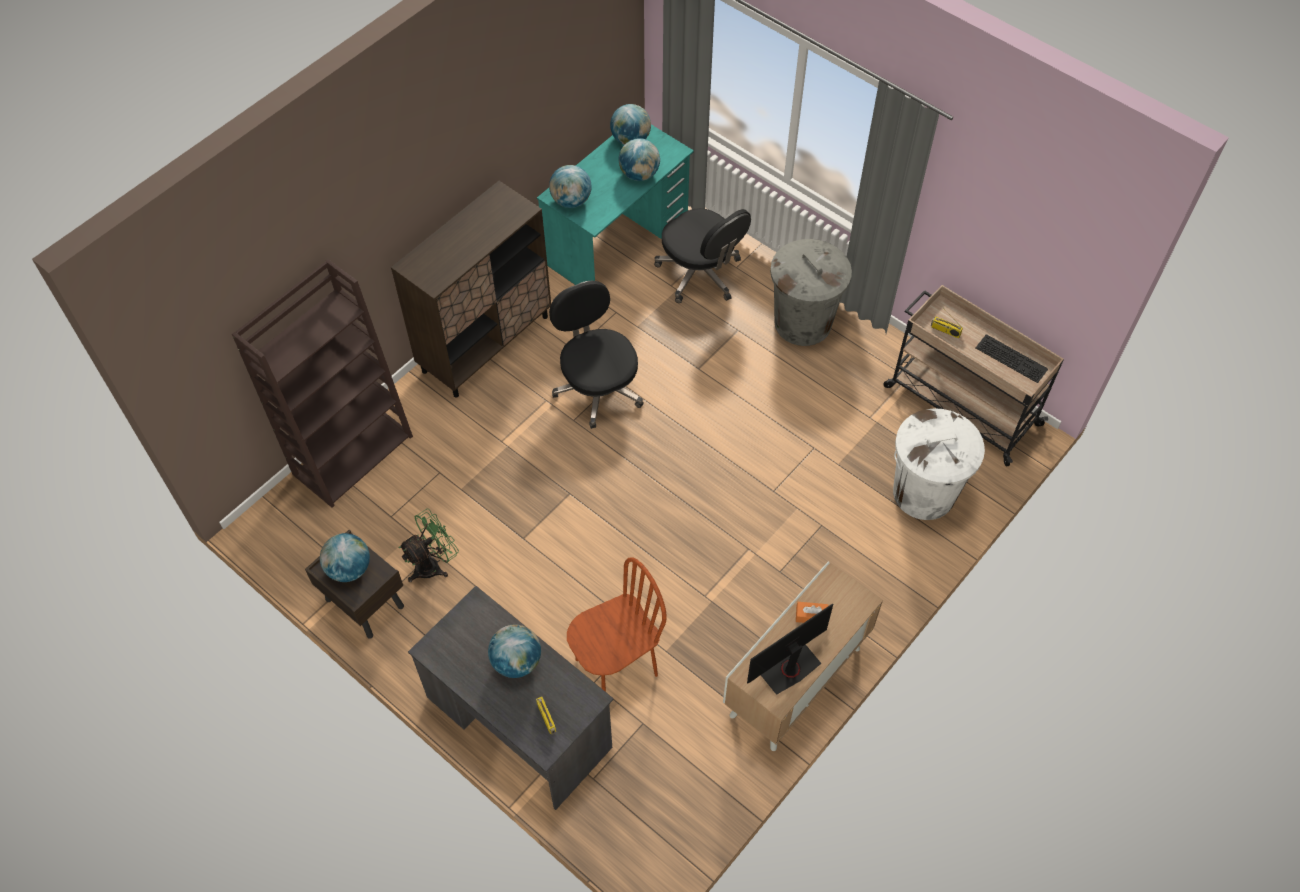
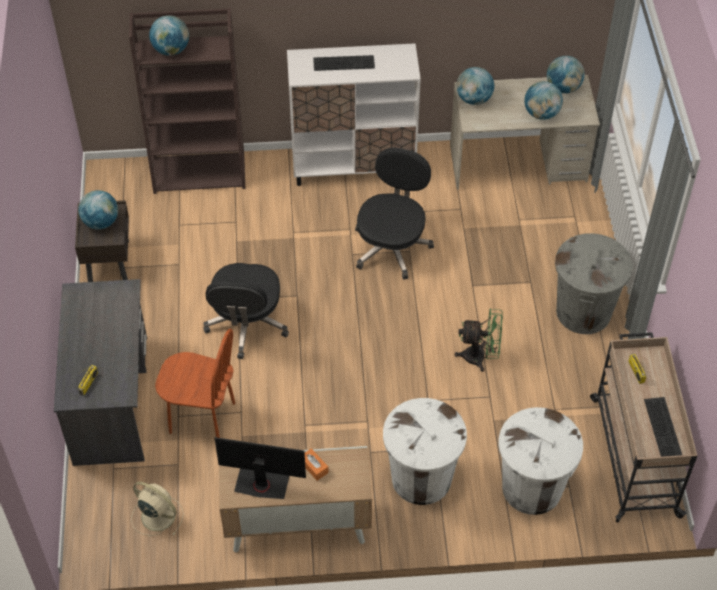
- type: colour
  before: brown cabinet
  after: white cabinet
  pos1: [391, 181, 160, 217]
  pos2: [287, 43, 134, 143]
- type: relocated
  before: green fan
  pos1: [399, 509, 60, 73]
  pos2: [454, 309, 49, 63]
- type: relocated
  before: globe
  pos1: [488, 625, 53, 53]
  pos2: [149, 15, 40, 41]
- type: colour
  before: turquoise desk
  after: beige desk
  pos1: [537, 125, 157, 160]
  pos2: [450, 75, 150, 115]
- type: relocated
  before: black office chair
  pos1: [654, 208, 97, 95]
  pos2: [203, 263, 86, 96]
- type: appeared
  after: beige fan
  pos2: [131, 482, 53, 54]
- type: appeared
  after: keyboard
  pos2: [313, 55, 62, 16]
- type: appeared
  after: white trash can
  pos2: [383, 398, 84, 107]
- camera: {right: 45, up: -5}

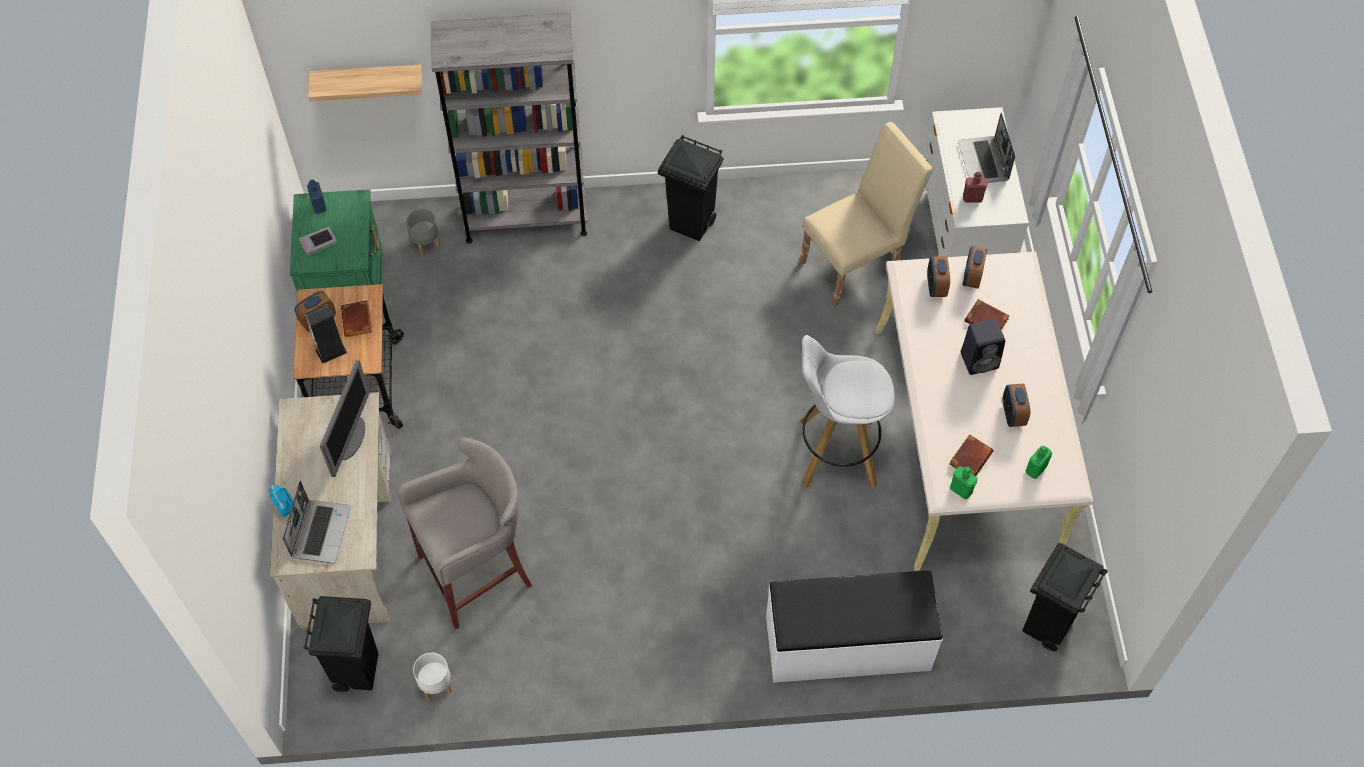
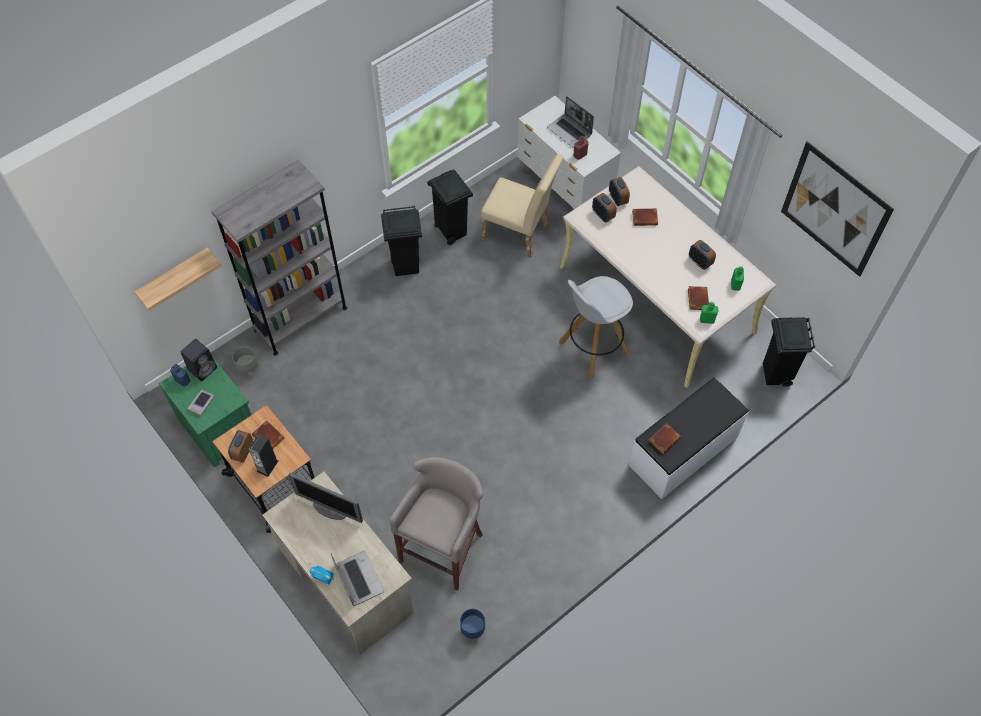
- type: relocated
  before: black trash can
  pos1: [304, 596, 74, 96]
  pos2: [427, 170, 46, 75]
- type: spun
  before: monitor
  pos1: [320, 360, 50, 117]
  pos2: [289, 473, 74, 50]
  turn: 135
- type: colour
  before: white planter
  after: blue planter
  pos1: [413, 652, 39, 49]
  pos2: [460, 609, 25, 34]
- type: spun
  before: beige chair
  pos1: [800, 122, 133, 184]
  pos2: [481, 154, 82, 103]
  turn: 90
- type: relocated
  before: black speaker
  pos1: [961, 319, 44, 56]
  pos2: [181, 339, 36, 42]
- type: appeared
  after: brown book
  pos2: [649, 423, 32, 31]
- type: appeared
  after: picture
  pos2: [781, 141, 113, 136]
- camera: {right: -35, up: 0}

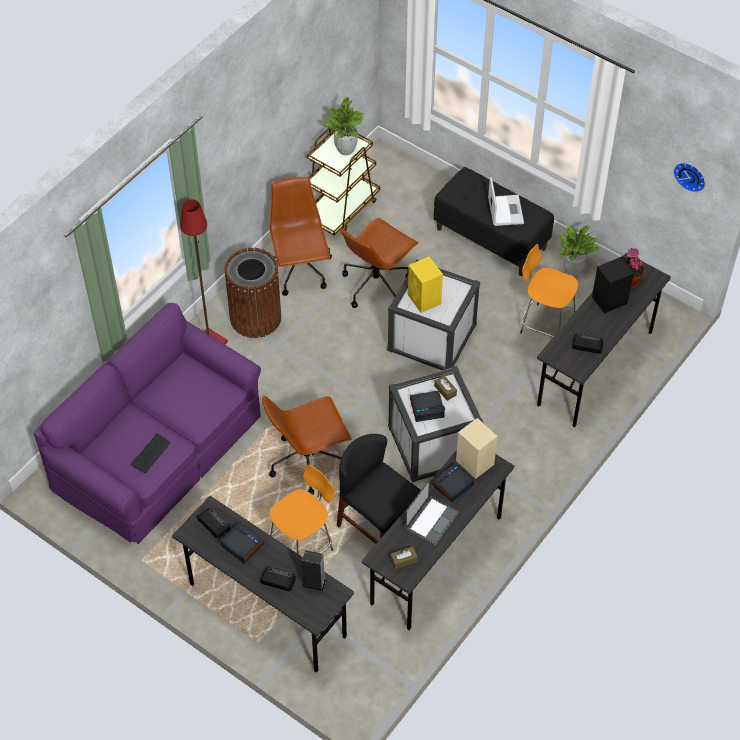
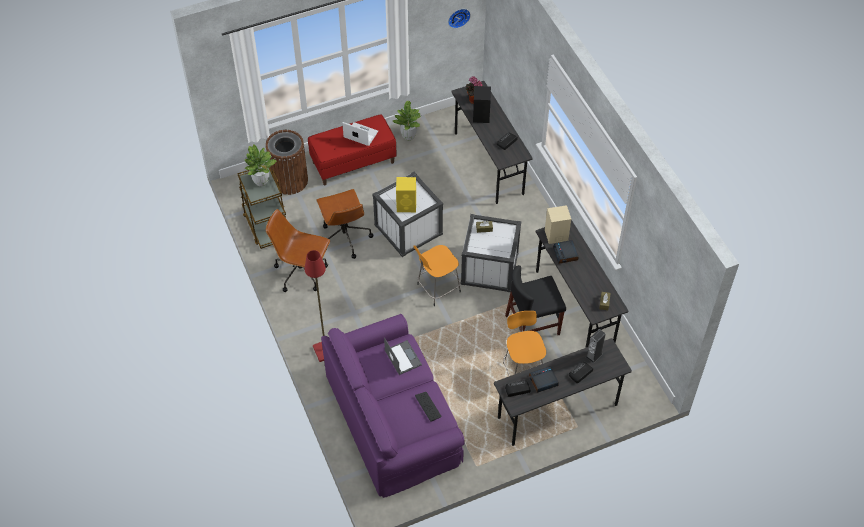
- type: relocated
  before: brown trash can
  pos1: [224, 248, 57, 90]
  pos2: [266, 130, 42, 65]
- type: missing
  before: brown office chair
  pos1: [262, 395, 90, 100]
- type: relocated
  before: laptop
  pos1: [405, 479, 54, 67]
  pos2: [384, 337, 38, 38]
- type: missing
  before: alarm clock
  pos1: [410, 391, 35, 31]
- type: colour
  before: black bench
  after: red bench
  pos1: [434, 167, 120, 109]
  pos2: [308, 114, 89, 71]
- type: relocated
  before: orange stool
  pos1: [520, 244, 58, 93]
  pos2: [413, 245, 48, 61]
- camera: {right: -60, up: 0}

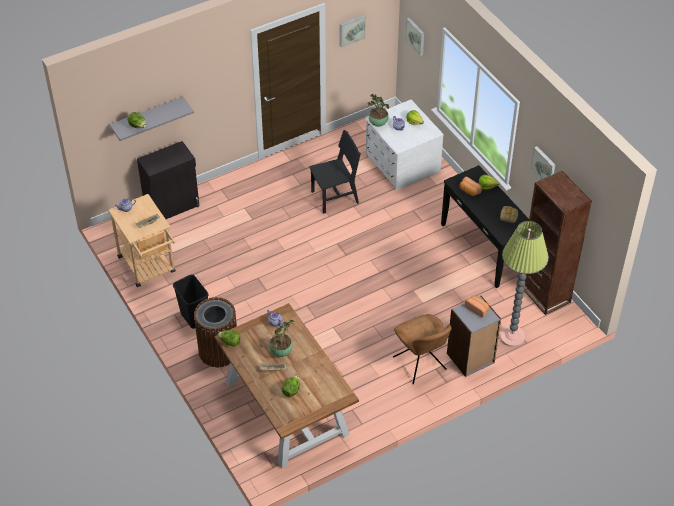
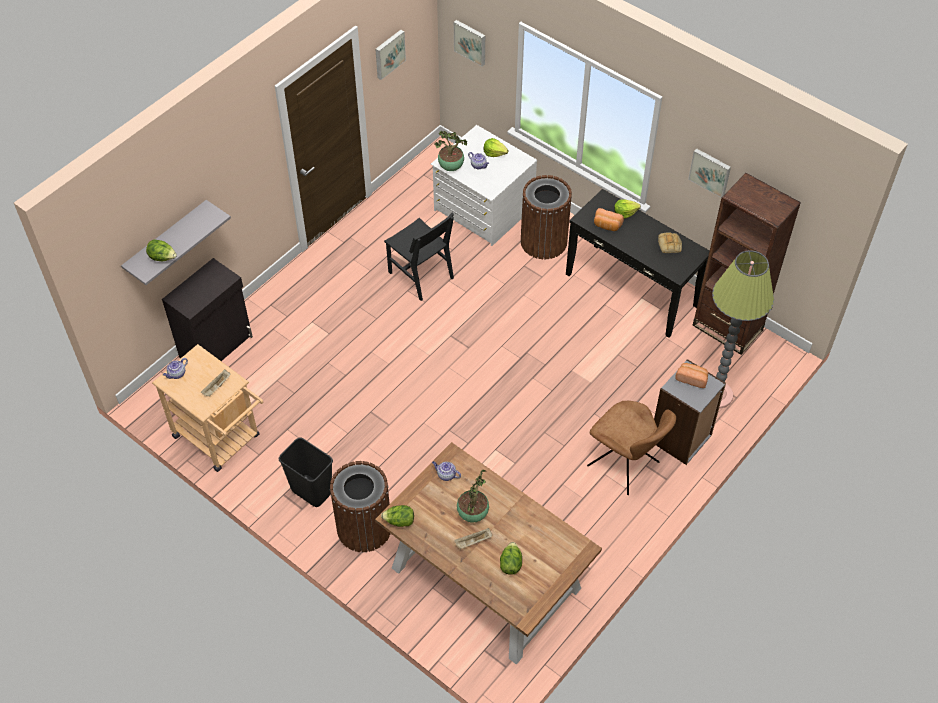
- type: spun
  before: black chair
  pos1: [309, 130, 52, 84]
  pos2: [384, 212, 70, 89]
  turn: 90
- type: appeared
  after: brown trash can
  pos2: [521, 175, 51, 84]
- camera: {right: -20, up: 5}

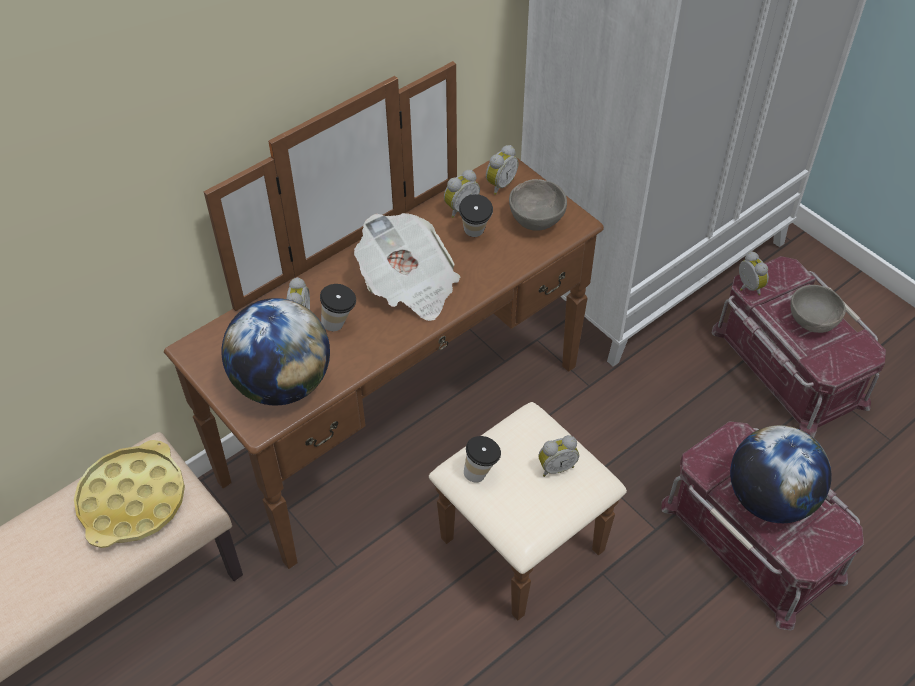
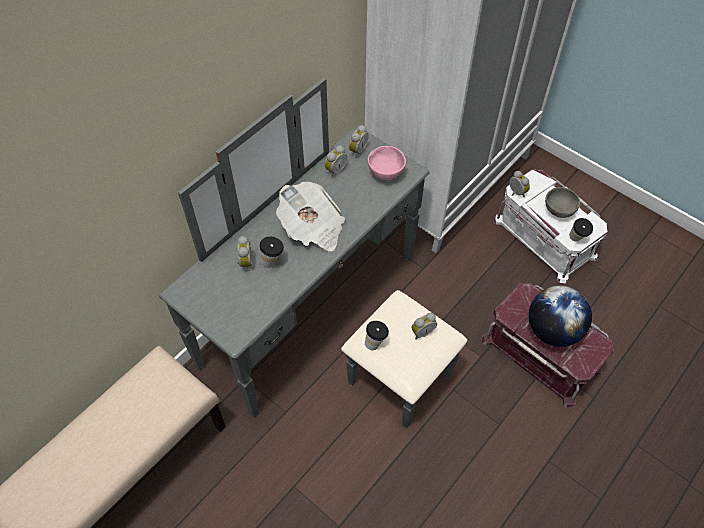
- type: missing
  before: yellow tray
  pos1: [74, 440, 111, 108]
- type: colour
  before: brown dresser
  after: grey dresser
  pos1: [164, 61, 463, 559]
  pos2: [159, 78, 308, 351]
- type: missing
  before: globe
  pos1: [222, 298, 108, 107]
- type: relocated
  before: cup
  pos1: [459, 194, 34, 43]
  pos2: [569, 218, 24, 23]
- type: colour
  before: grey bowl
  after: pink bowl
  pos1: [509, 179, 58, 52]
  pos2: [368, 146, 38, 34]
- type: colour
  before: red storage box
  after: white storage box
  pos1: [712, 256, 174, 182]
  pos2: [493, 169, 114, 114]
- camera: {right: -10, up: 5}

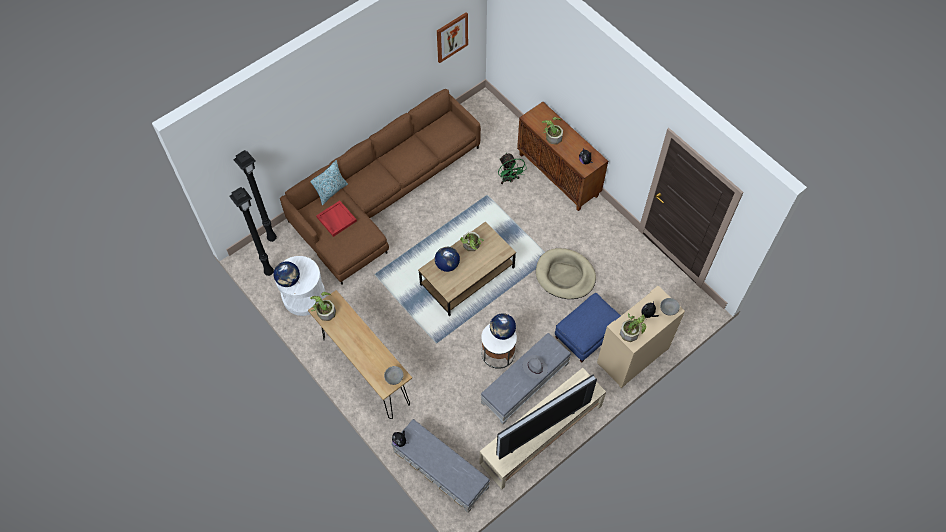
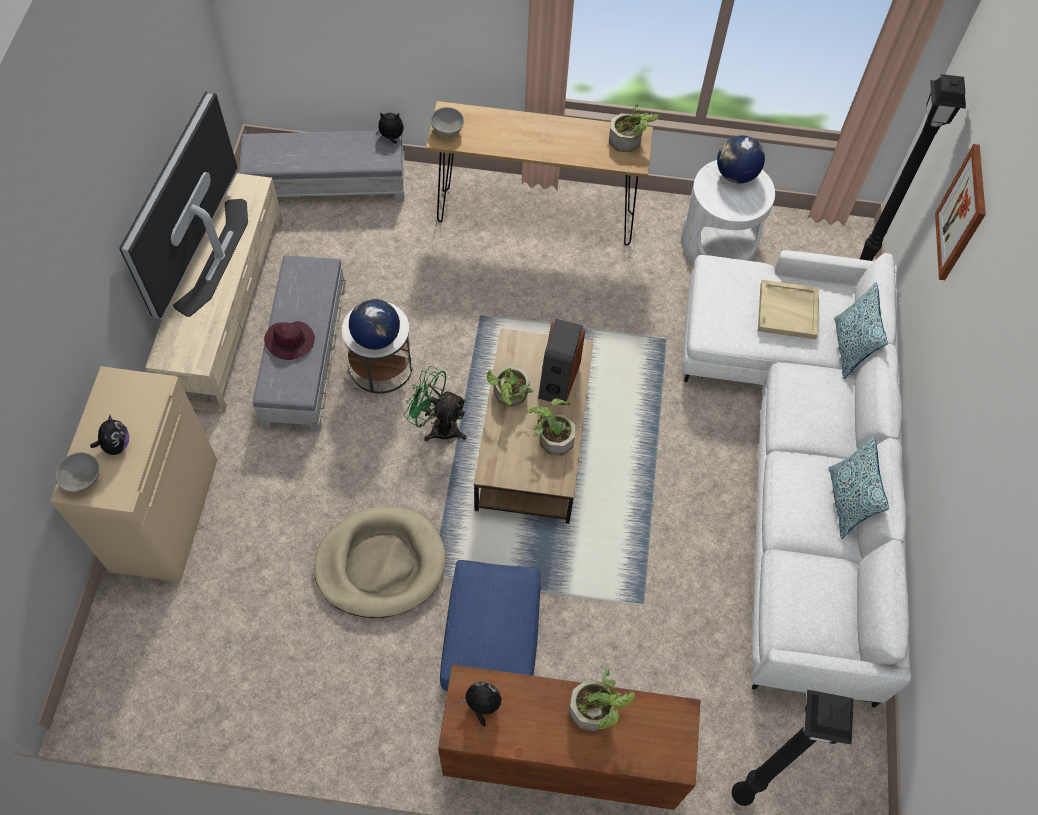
- type: relocated
  before: black floor lamp
  pos1: [229, 187, 45, 89]
  pos2: [732, 690, 121, 116]
- type: colour
  before: brown sofa
  after: white sofa
  pos1: [280, 89, 201, 196]
  pos2: [682, 250, 230, 457]
- type: colour
  before: red tray
  after: beige tray
  pos1: [316, 201, 41, 36]
  pos2: [758, 280, 61, 59]
- type: exchanged
  before: globe
  after: speaker
  pos1: [435, 247, 25, 25]
  pos2: [538, 319, 47, 86]
- type: relocated
  before: picture
  pos1: [437, 12, 31, 51]
  pos2: [935, 144, 51, 136]
- type: relocated
  before: green fan
  pos1: [498, 153, 29, 31]
  pos2: [404, 366, 63, 76]
- type: colour
  before: grey hat
  after: purple hat
  pos1: [523, 355, 25, 24]
  pos2: [264, 321, 51, 39]
- type: relocated
  before: blue ottoman
  pos1: [555, 293, 66, 69]
  pos2: [440, 560, 100, 131]
- type: relocated
  before: potted plant
  pos1: [620, 313, 26, 29]
  pos2: [487, 365, 46, 42]
- type: appeared
  after: pillow
  pos2: [829, 436, 60, 103]
- camera: {right: 135, up: 0}

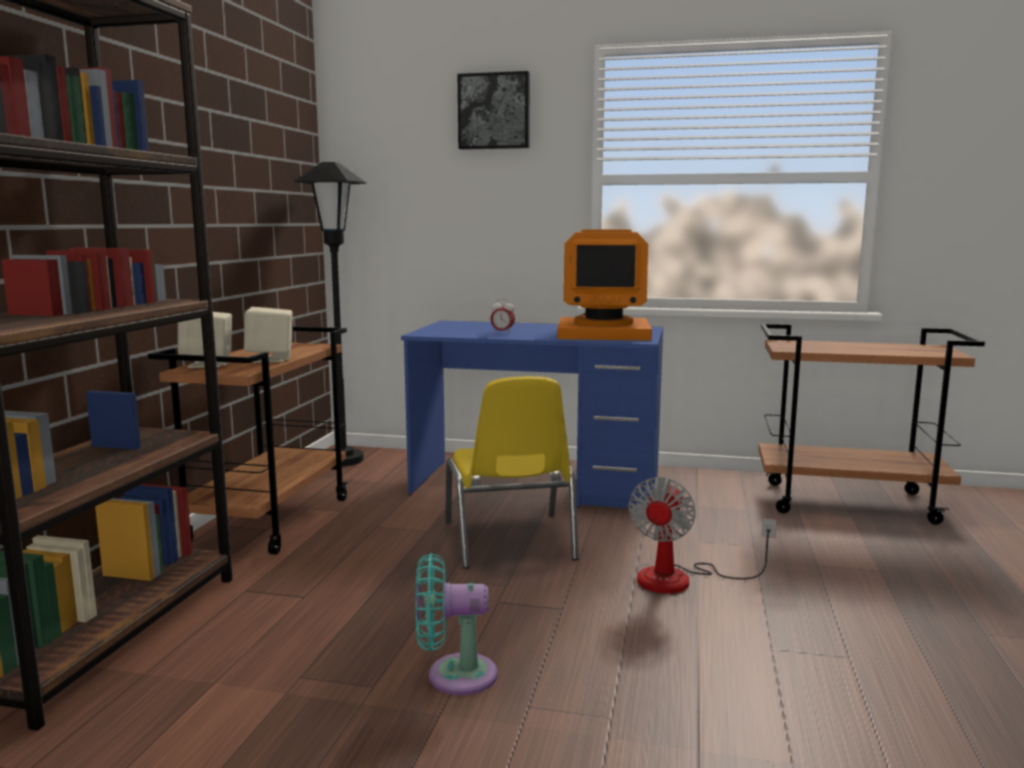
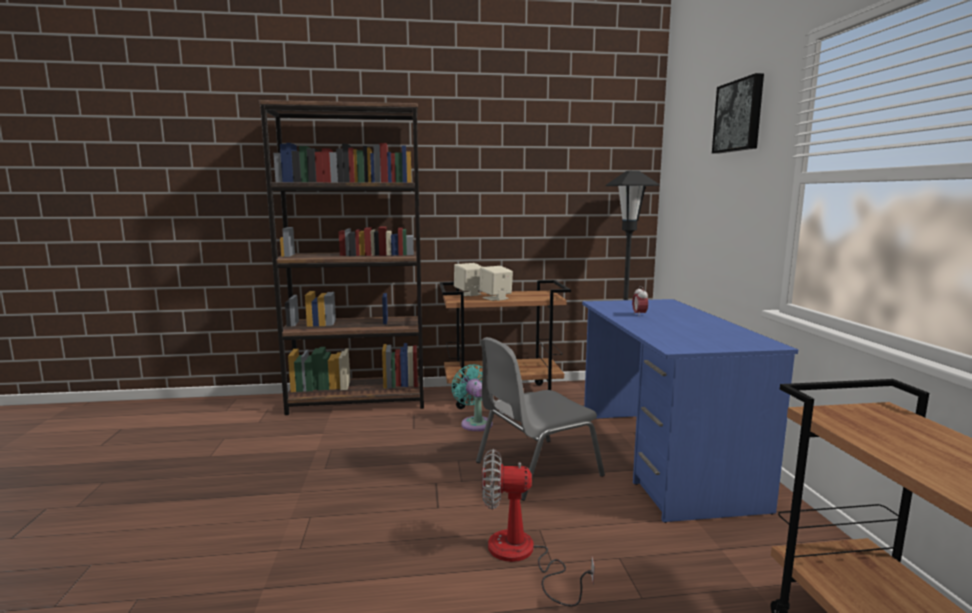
- type: relocated
  before: turquoise fan
  pos1: [415, 553, 82, 142]
  pos2: [451, 365, 42, 66]
- type: colour
  before: yellow chair
  after: grey chair
  pos1: [445, 376, 134, 193]
  pos2: [476, 337, 129, 164]
- type: missing
  before: monitor
  pos1: [557, 230, 95, 111]
- camera: {right: 70, up: 0}

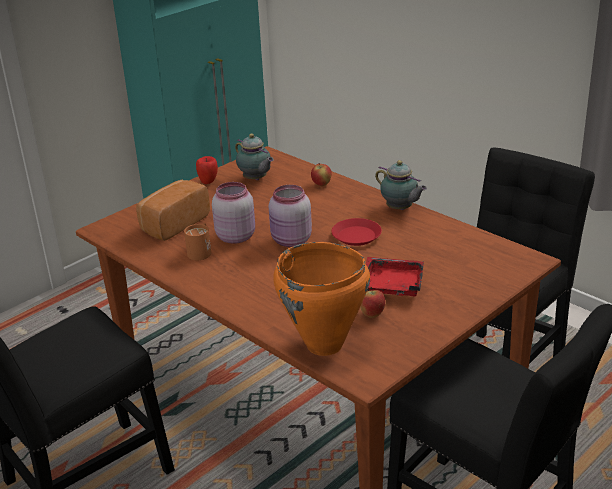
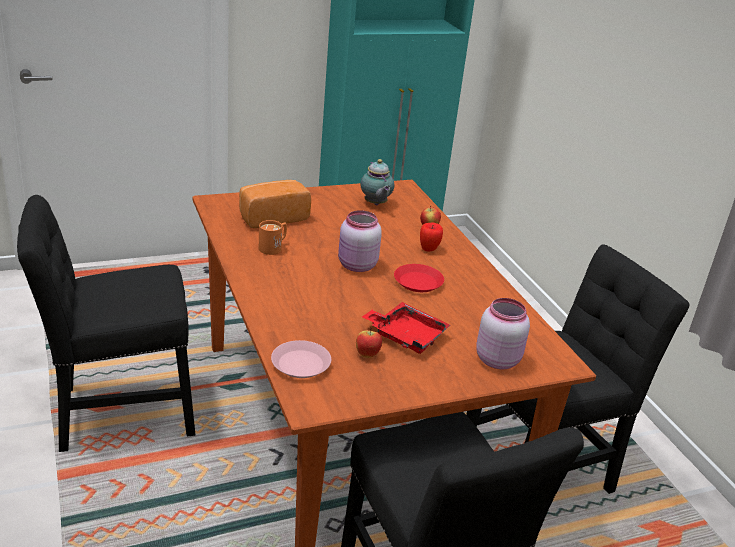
- type: relocated
  before: apple
  pos1: [196, 156, 22, 28]
  pos2: [420, 222, 23, 29]
- type: relocated
  before: pink jar
  pos1: [212, 182, 43, 62]
  pos2: [476, 298, 54, 71]
- type: exchanged
  before: orange cooking pot
  after: pink plate
  pos1: [273, 242, 97, 114]
  pos2: [271, 340, 60, 38]
- type: missing
  before: teapot
  pos1: [375, 160, 52, 50]
- camera: {right: 20, up: 0}

